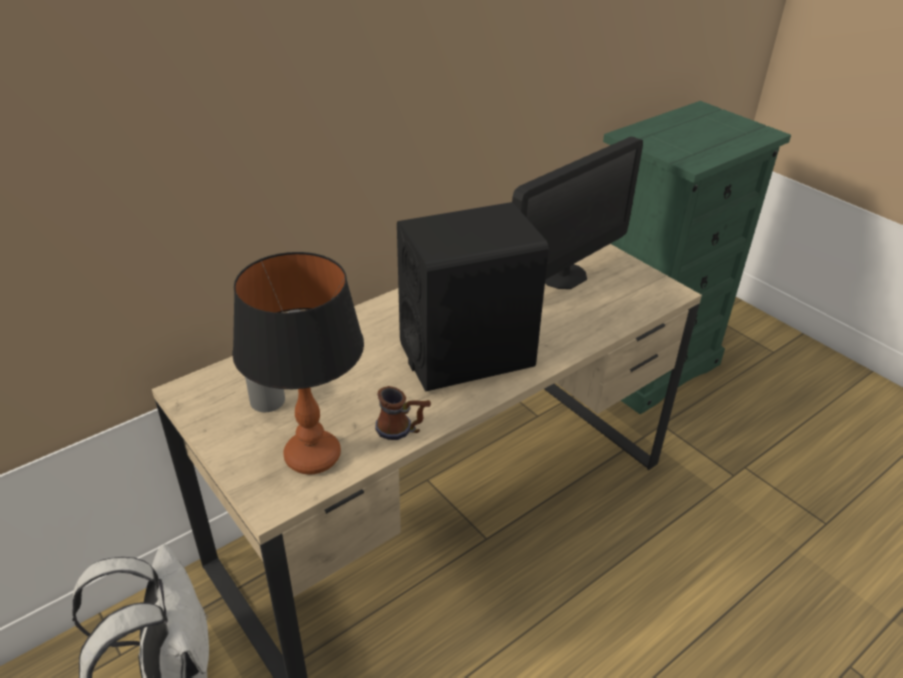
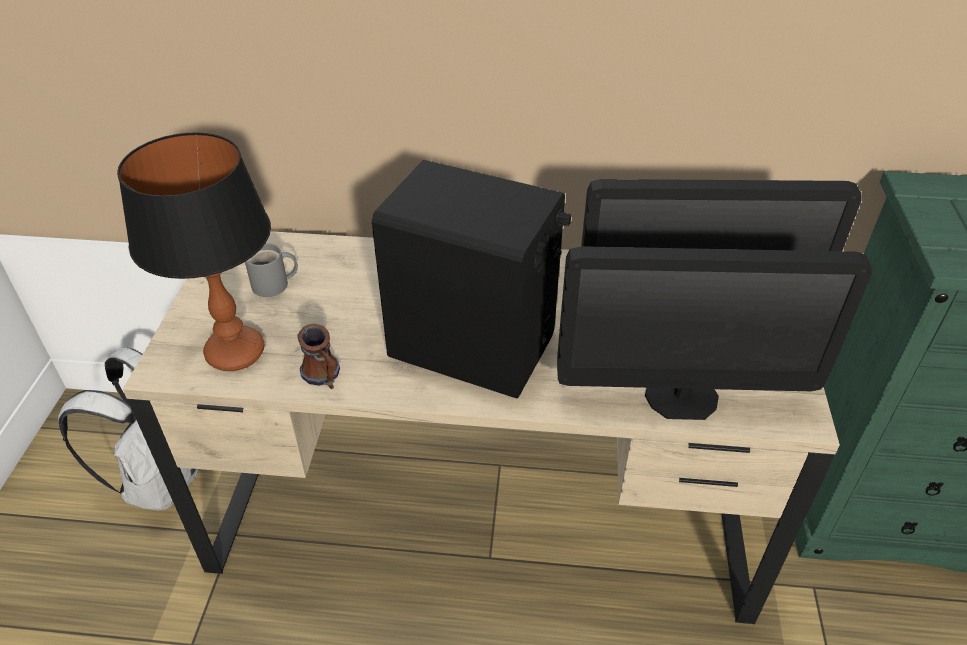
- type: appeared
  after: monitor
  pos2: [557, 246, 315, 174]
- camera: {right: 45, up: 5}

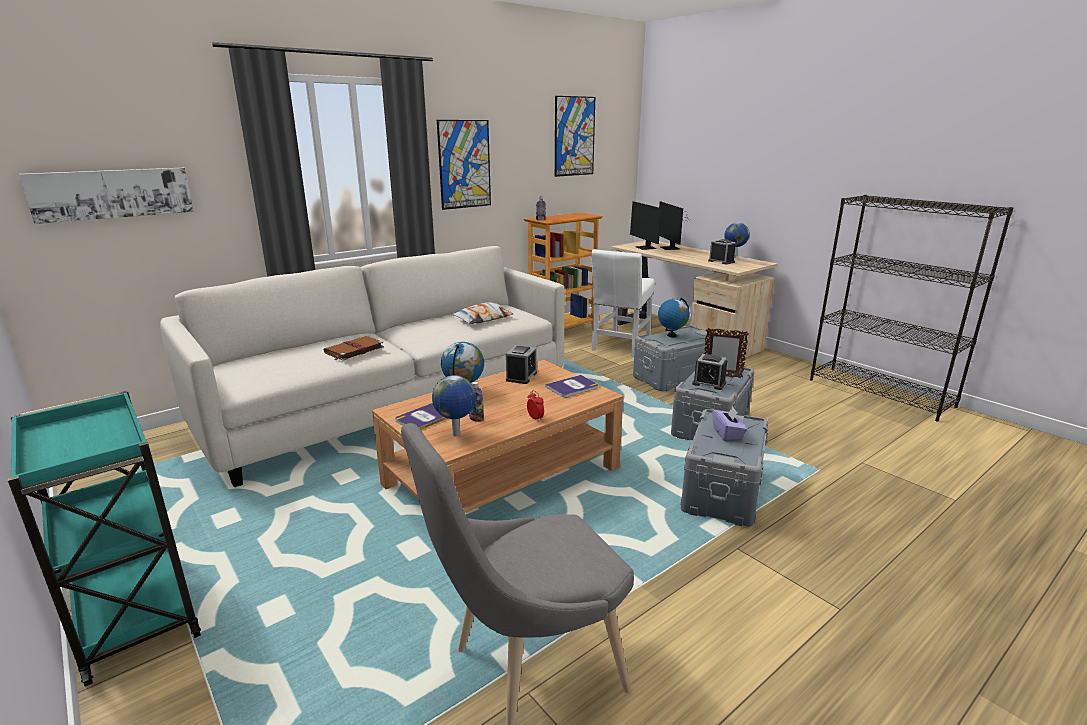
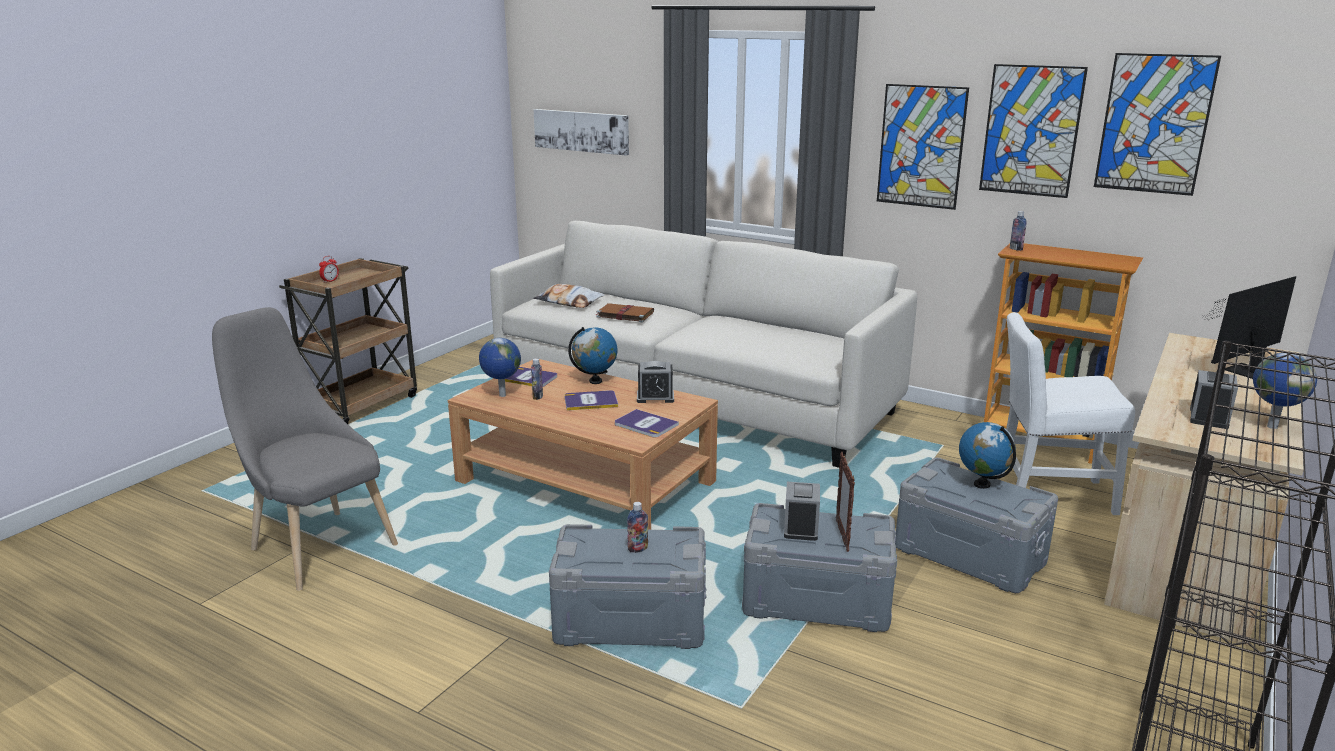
- type: colour
  before: turquoise cart
  after: brown cart
  pos1: [8, 390, 193, 297]
  pos2: [279, 258, 138, 166]
- type: relocated
  before: pillow
  pos1: [451, 302, 62, 23]
  pos2: [533, 284, 72, 24]
- type: relocated
  before: alarm clock
  pos1: [527, 390, 17, 31]
  pos2: [319, 256, 20, 27]
- type: missing
  before: monitor
  pos1: [630, 201, 38, 49]
- type: exchanged
  before: purple tissue box
  after: bottle
  pos1: [712, 406, 35, 36]
  pos2: [627, 502, 21, 51]
- type: appeared
  after: book
  pos2: [564, 390, 54, 21]
- type: appeared
  after: picture
  pos2: [979, 64, 109, 134]
- camera: {right: 70, up: 0}

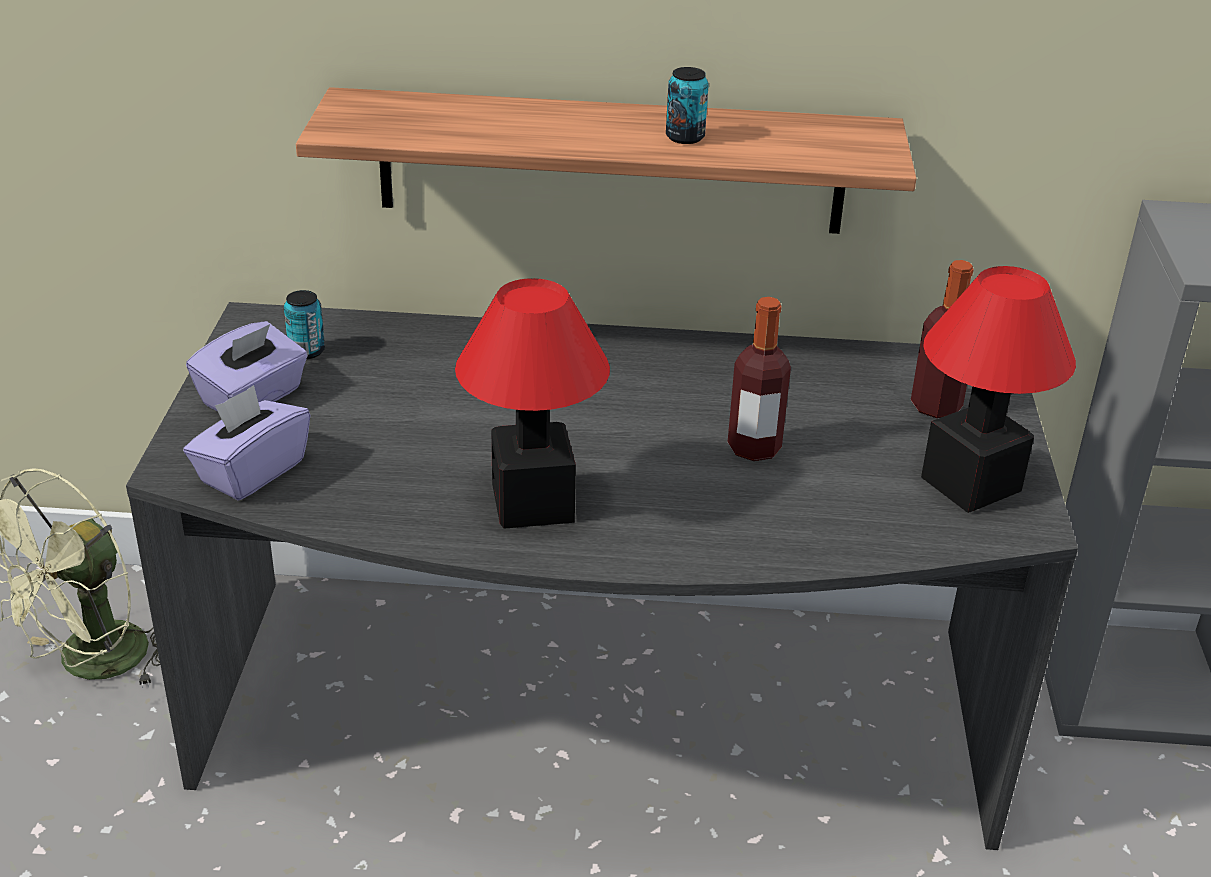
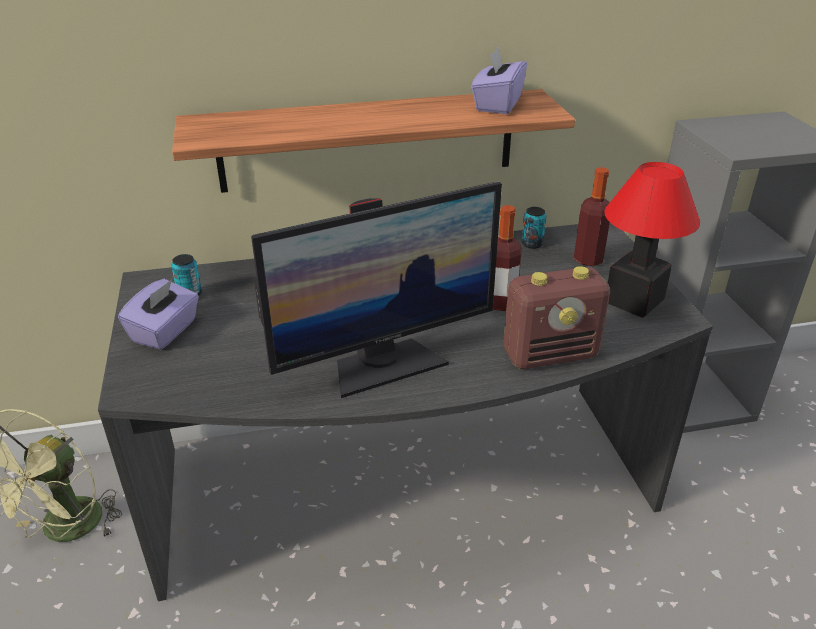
- type: relocated
  before: purple tissue box
  pos1: [183, 385, 127, 116]
  pos2: [471, 47, 56, 67]
- type: exchanged
  before: table lamp
  after: monitor
  pos1: [455, 278, 155, 251]
  pos2: [251, 182, 251, 216]
- type: relocated
  before: can
  pos1: [666, 67, 43, 77]
  pos2: [521, 207, 25, 42]
- type: appeared
  after: radio
  pos2: [504, 266, 106, 103]
- camera: {right: -15, up: 0}

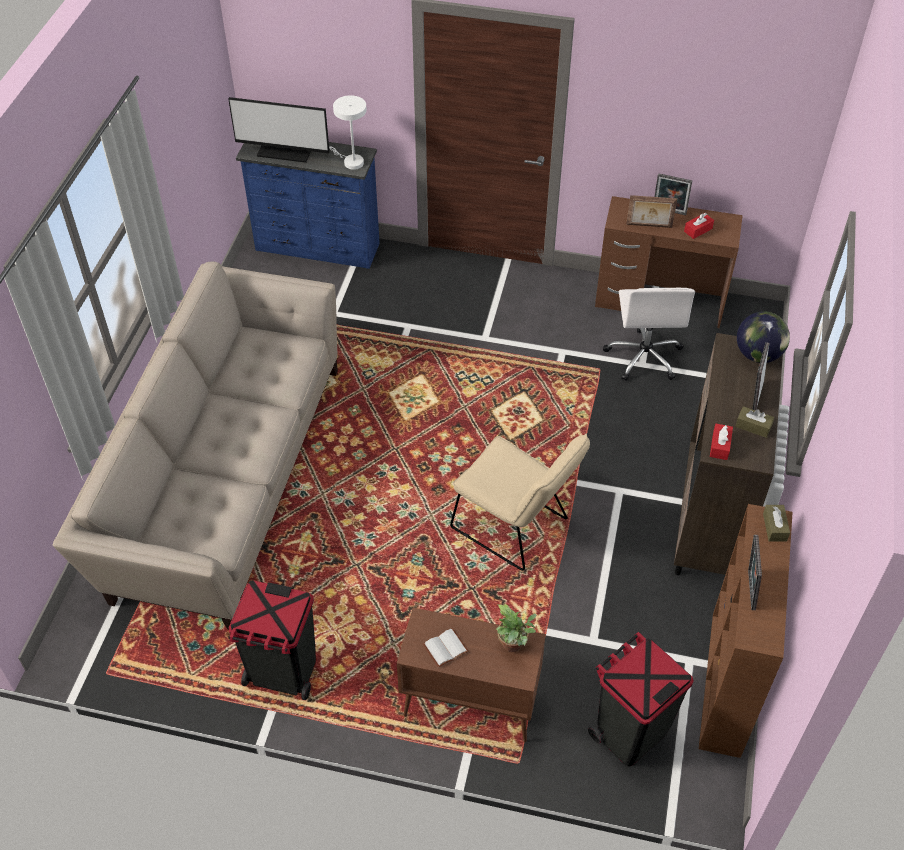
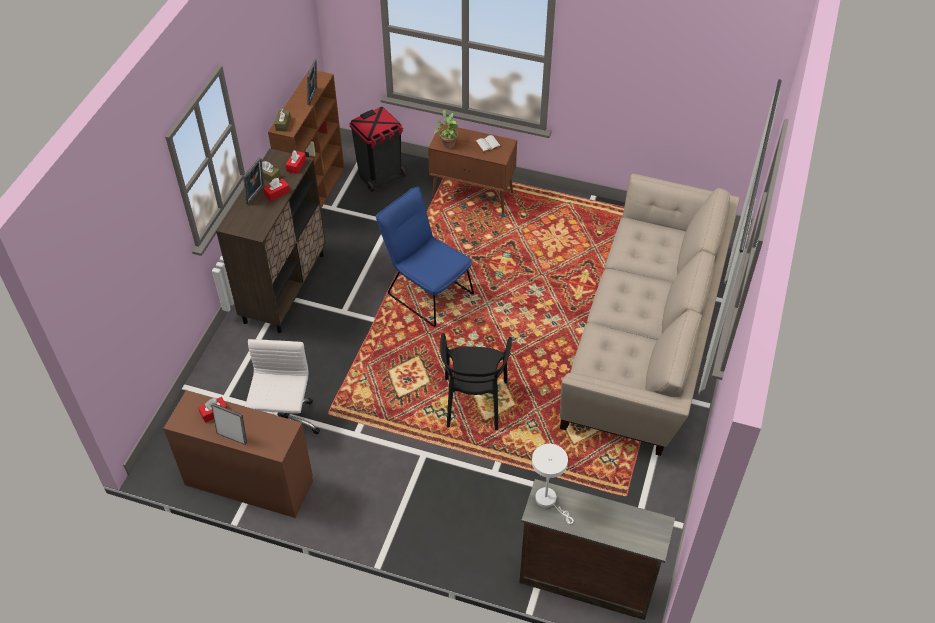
- type: missing
  before: monitor
  pos1: [228, 97, 102, 66]
- type: missing
  before: black trash can
  pos1: [228, 580, 88, 120]
- type: colour
  before: blue dresser
  after: brown dresser
  pos1: [236, 142, 144, 127]
  pos2: [519, 479, 156, 141]
- type: colour
  before: beige chair
  after: blue chair
  pos1: [450, 434, 140, 137]
  pos2: [376, 186, 98, 141]
- type: missing
  before: picture frame
  pos1: [626, 195, 51, 33]
- type: missing
  before: globe
  pos1: [737, 311, 53, 52]
- type: appeared
  after: red tissue box
  pos2: [263, 178, 27, 23]
- type: appeared
  after: black chair
  pos2: [440, 333, 72, 97]
- camera: {right: -175, up: 0}

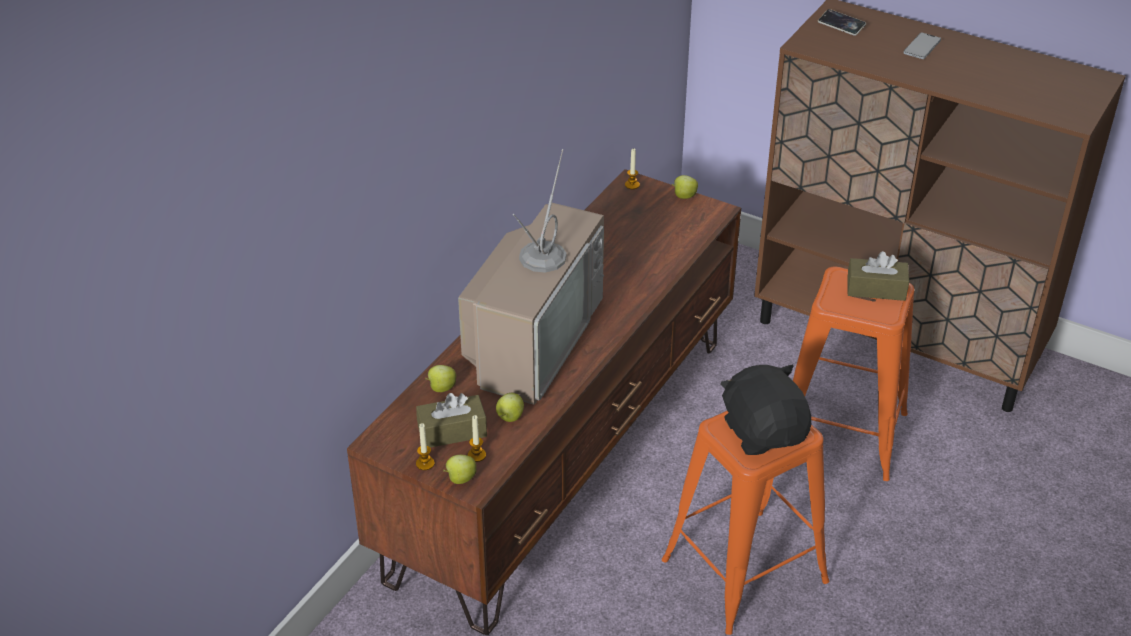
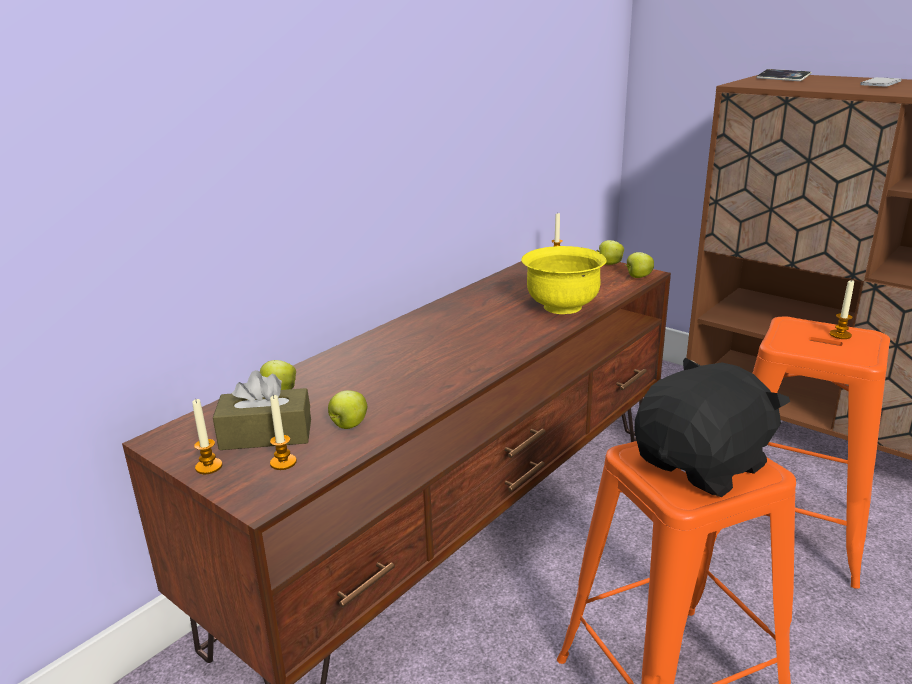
- type: relocated
  before: apple
  pos1: [443, 455, 33, 29]
  pos2: [624, 252, 30, 26]
- type: missing
  before: television
  pos1: [458, 149, 146, 256]
- type: spun
  before: black plush toy
  pos1: [720, 365, 91, 90]
  pos2: [634, 358, 156, 139]
  turn: 60
- type: exchanged
  before: brown tissue box
  after: candle
  pos1: [847, 251, 62, 50]
  pos2: [830, 279, 24, 60]
- type: appeared
  after: yellow bowl
  pos2: [521, 246, 85, 68]
- camera: {right: 10, up: -15}

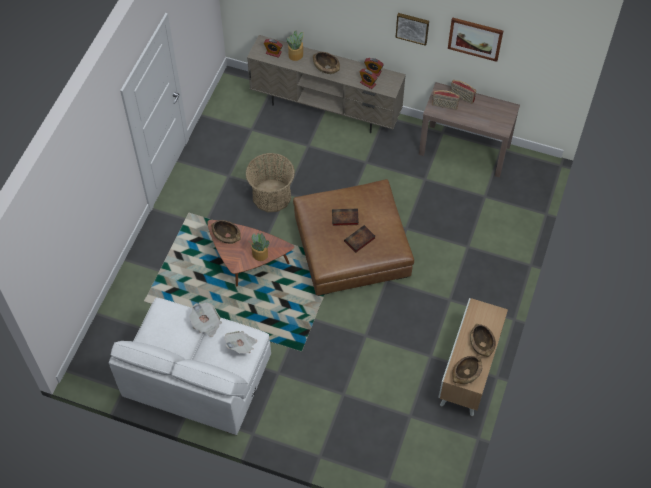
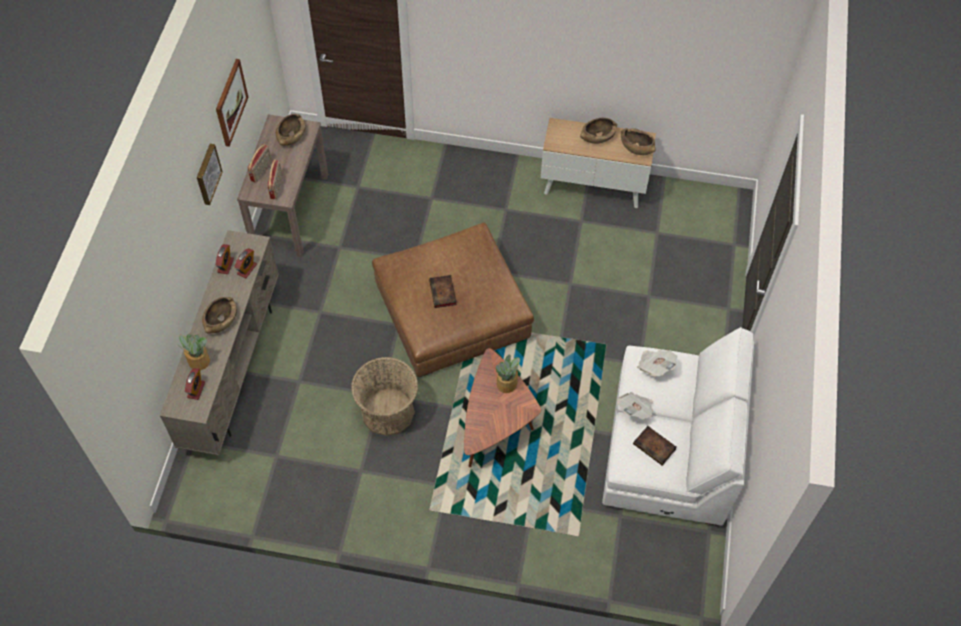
- type: relocated
  before: brown bowl
  pos1: [211, 220, 30, 24]
  pos2: [276, 114, 30, 32]
- type: relocated
  before: book
  pos1: [344, 225, 31, 28]
  pos2: [633, 426, 44, 39]
- camera: {right: -100, up: 0}

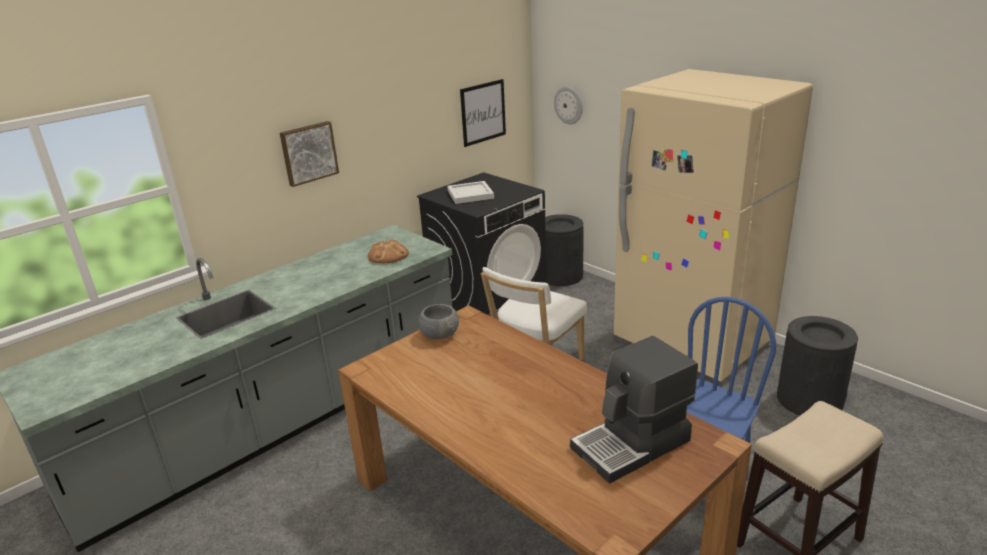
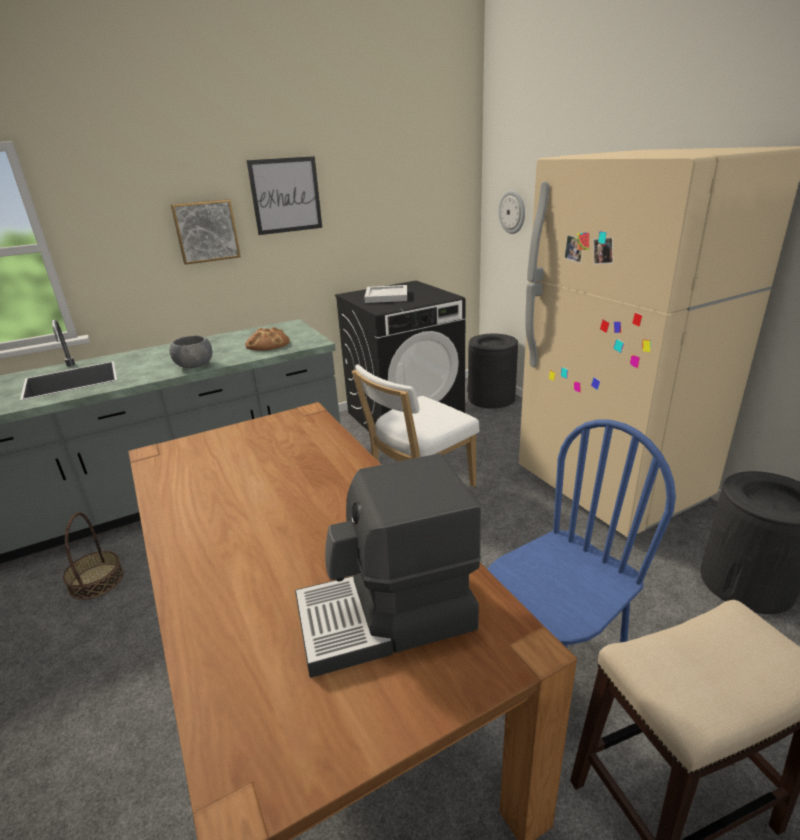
- type: relocated
  before: grey bowl
  pos1: [418, 304, 41, 35]
  pos2: [170, 336, 42, 32]
- type: relocated
  before: picture
  pos1: [460, 79, 46, 68]
  pos2: [247, 156, 75, 79]
- type: appeared
  after: basket
  pos2: [63, 512, 61, 88]
- camera: {right: 15, up: 0}

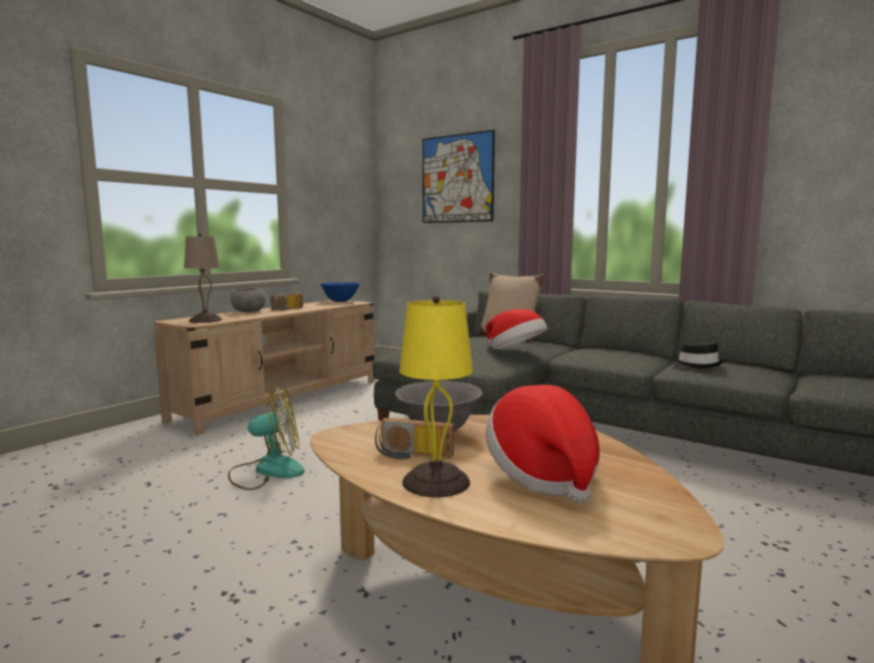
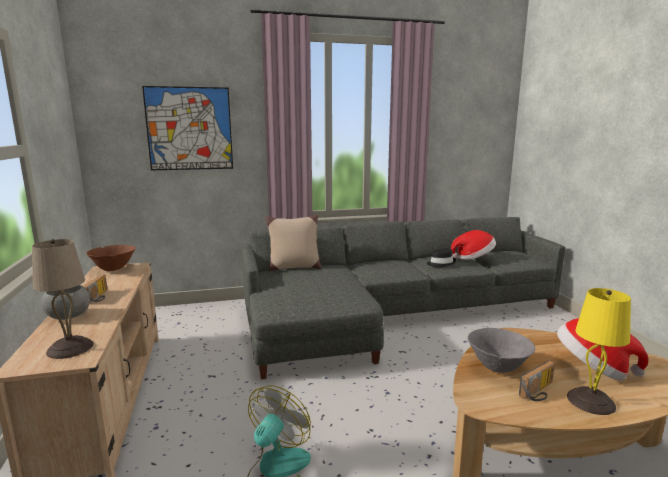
- type: colour
  before: blue bowl
  after: brown bowl
  pos1: [320, 282, 40, 20]
  pos2: [86, 245, 50, 26]
- type: relocated
  before: hat
  pos1: [486, 309, 62, 40]
  pos2: [451, 230, 45, 30]
- camera: {right: -50, up: 5}

